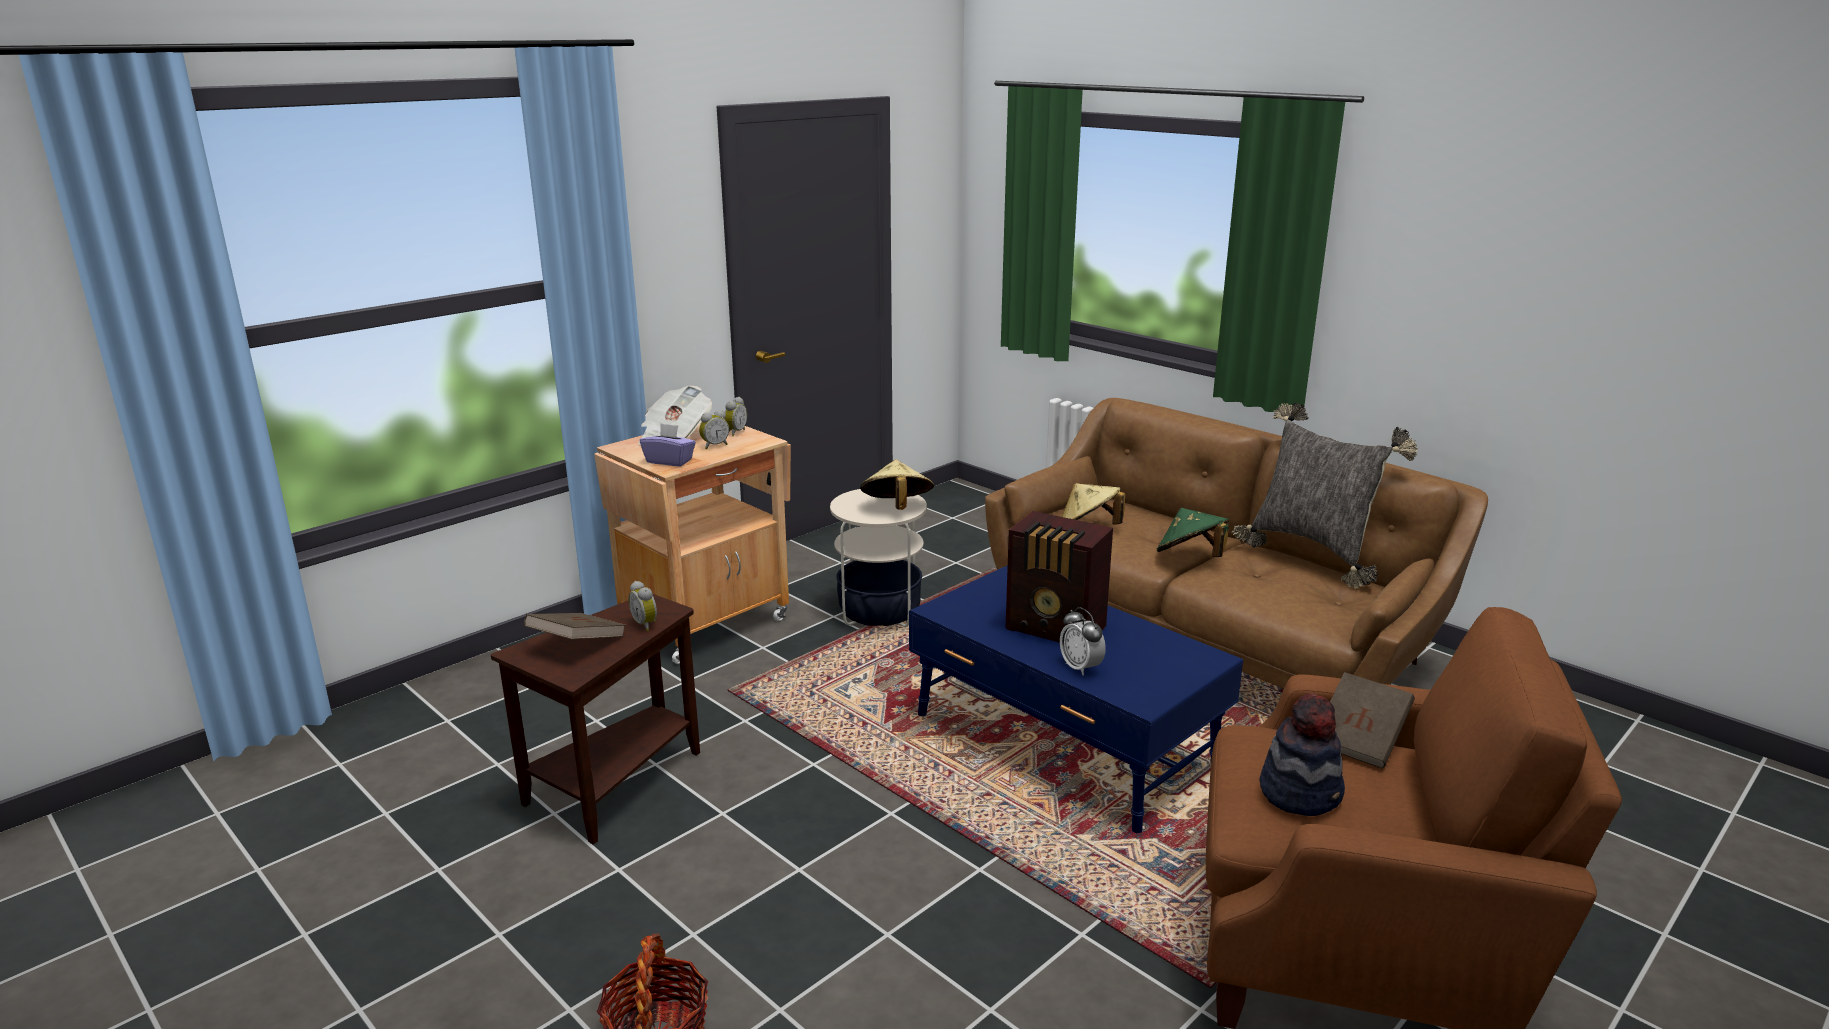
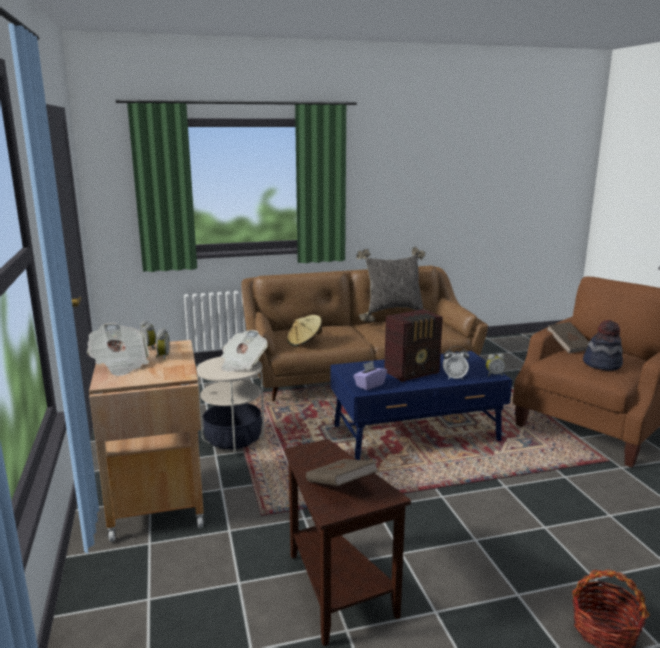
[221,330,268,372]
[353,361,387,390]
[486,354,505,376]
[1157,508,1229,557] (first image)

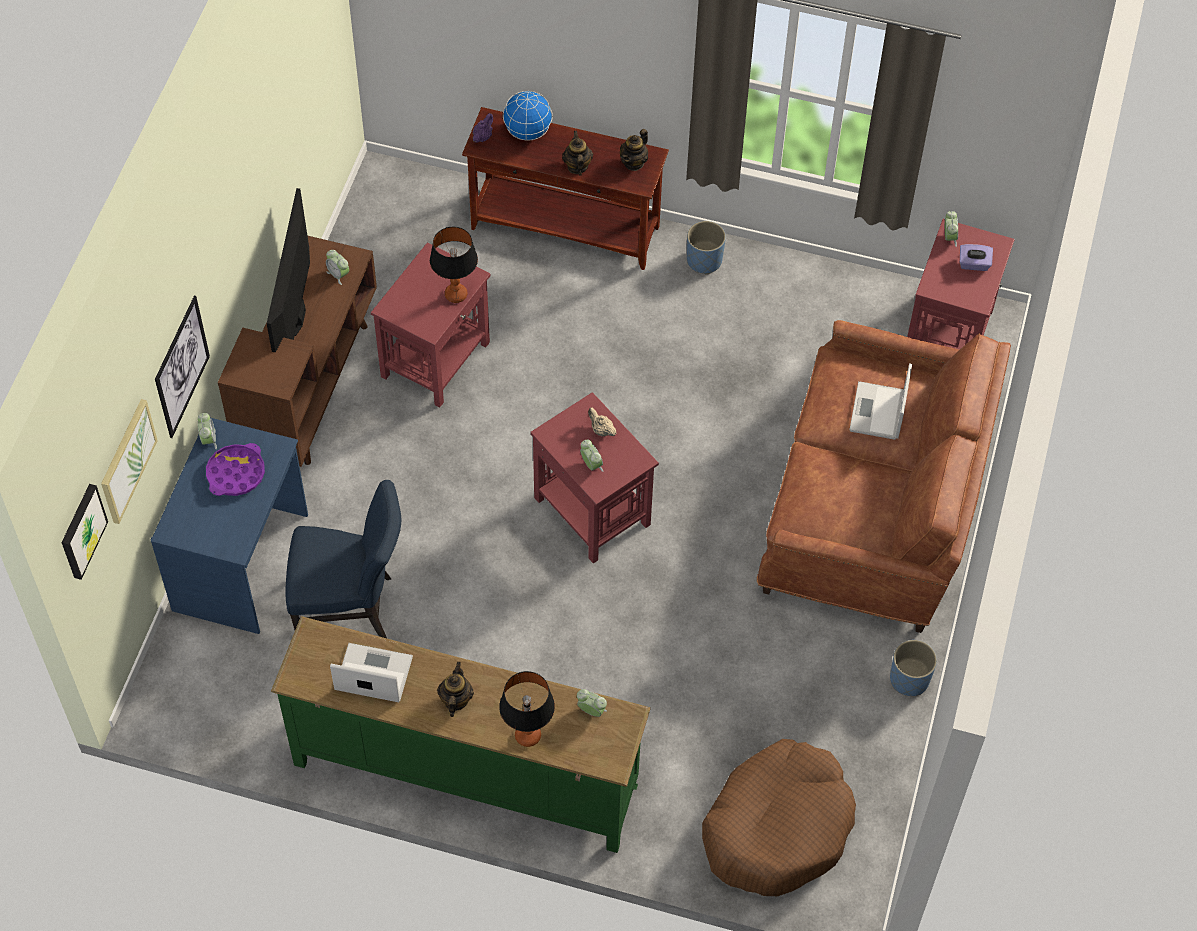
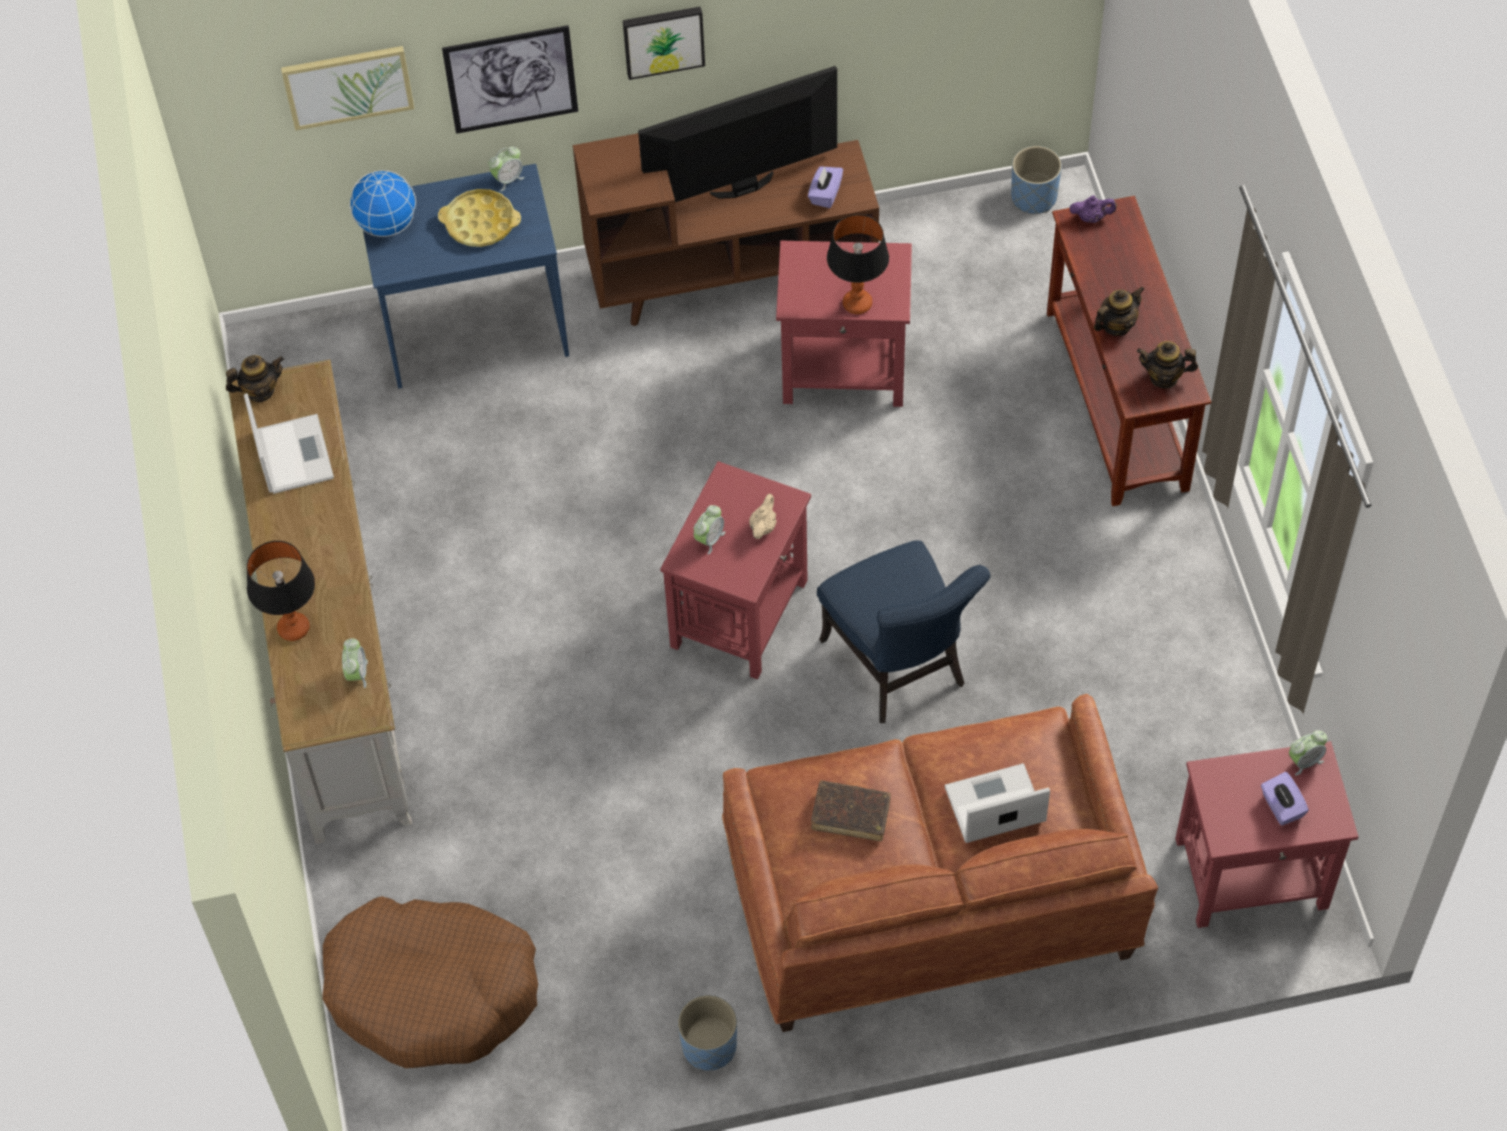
[226,355,284,402]
[229,359,412,844]
[349,170,416,237]
[438,189,521,247]
[623,6,705,80]
[808,166,843,208]
[811,780,891,841]
[817,540,991,723]
[1011,146,1062,214]

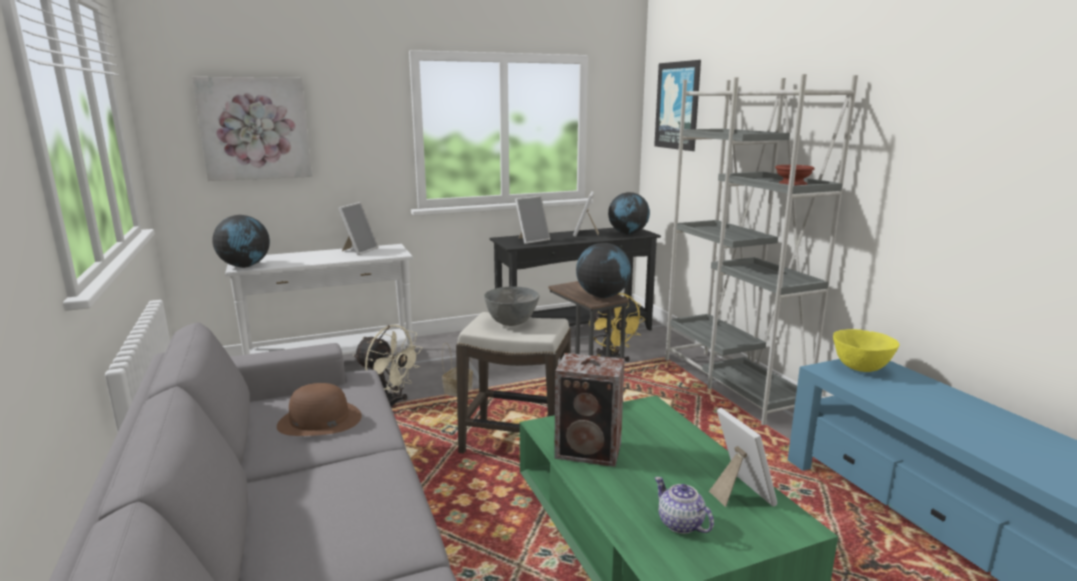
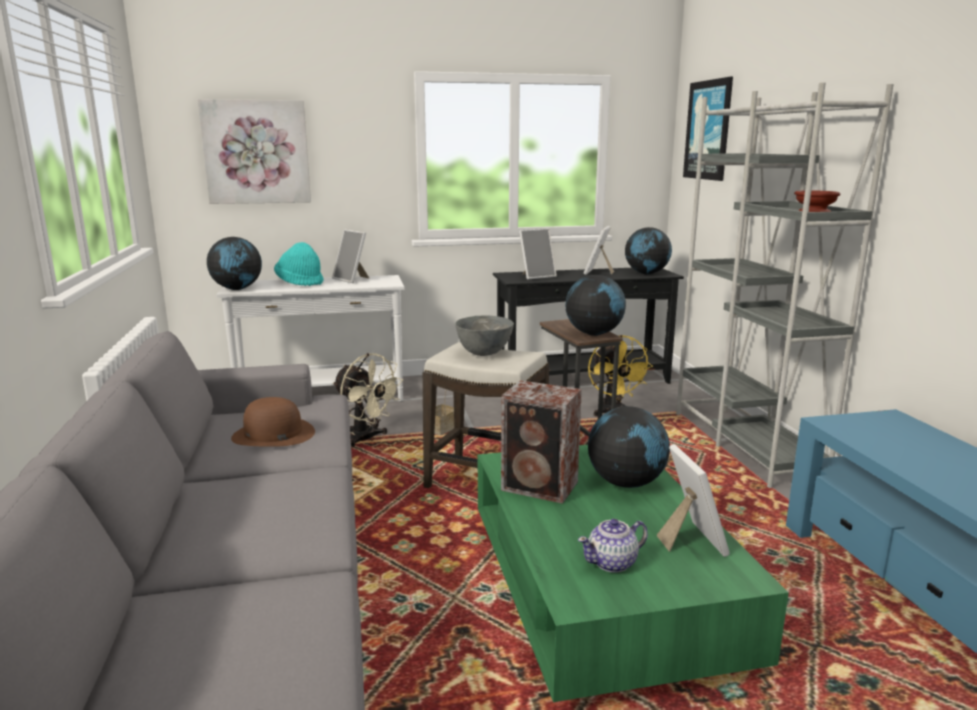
[274,242,323,286]
[332,229,369,283]
[578,519,648,573]
[588,406,670,488]
[833,329,900,372] (first image)

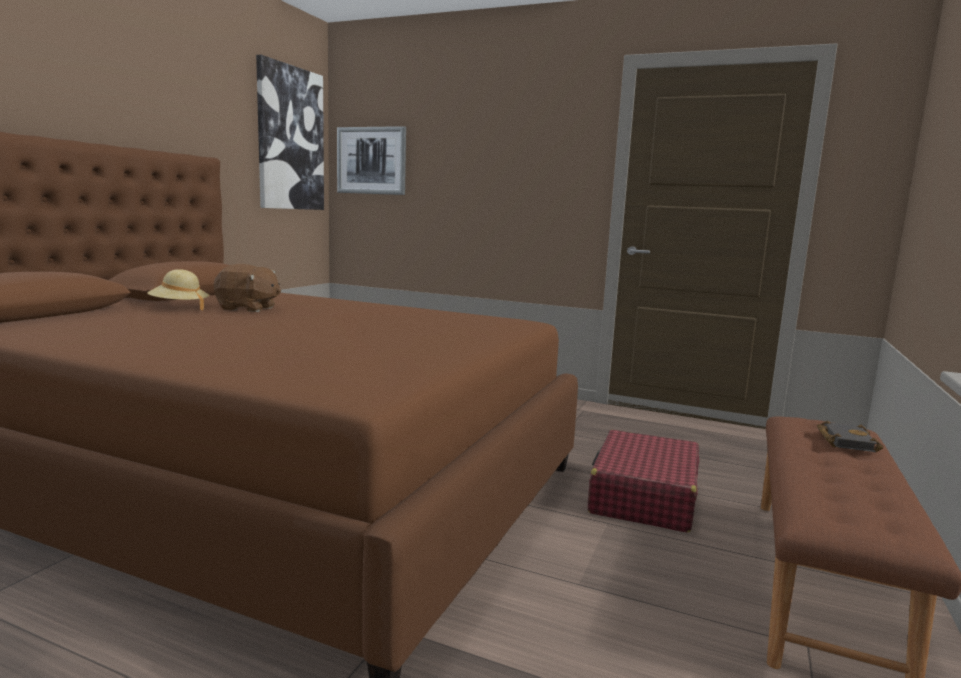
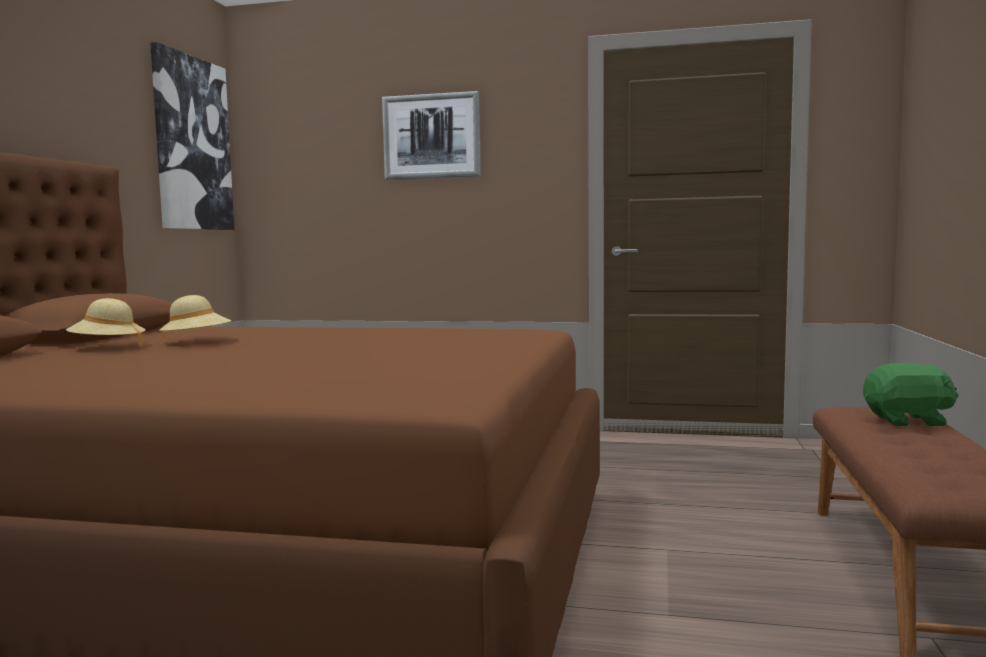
[160,295,231,343]
[382,91,481,180]
[863,363,958,426]
[588,430,699,533] (first image)

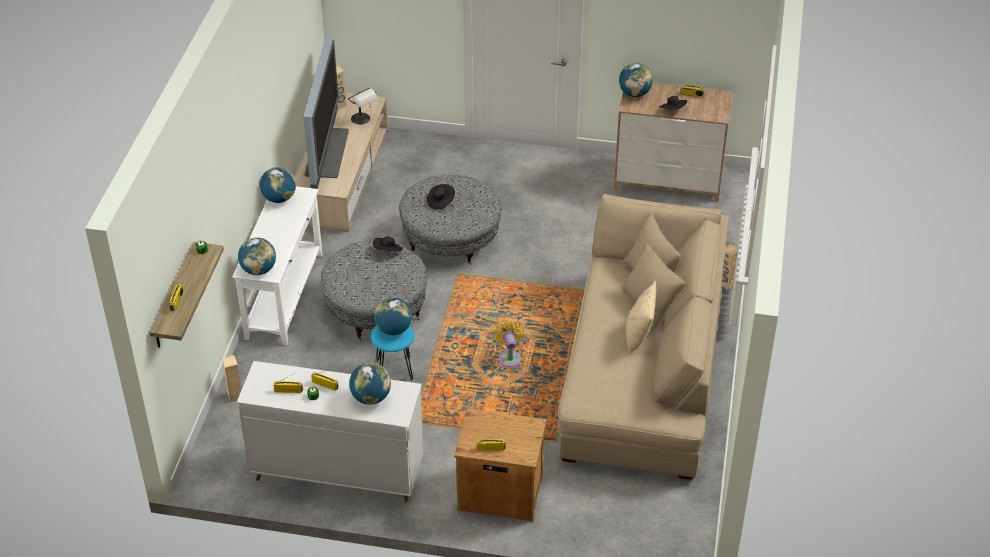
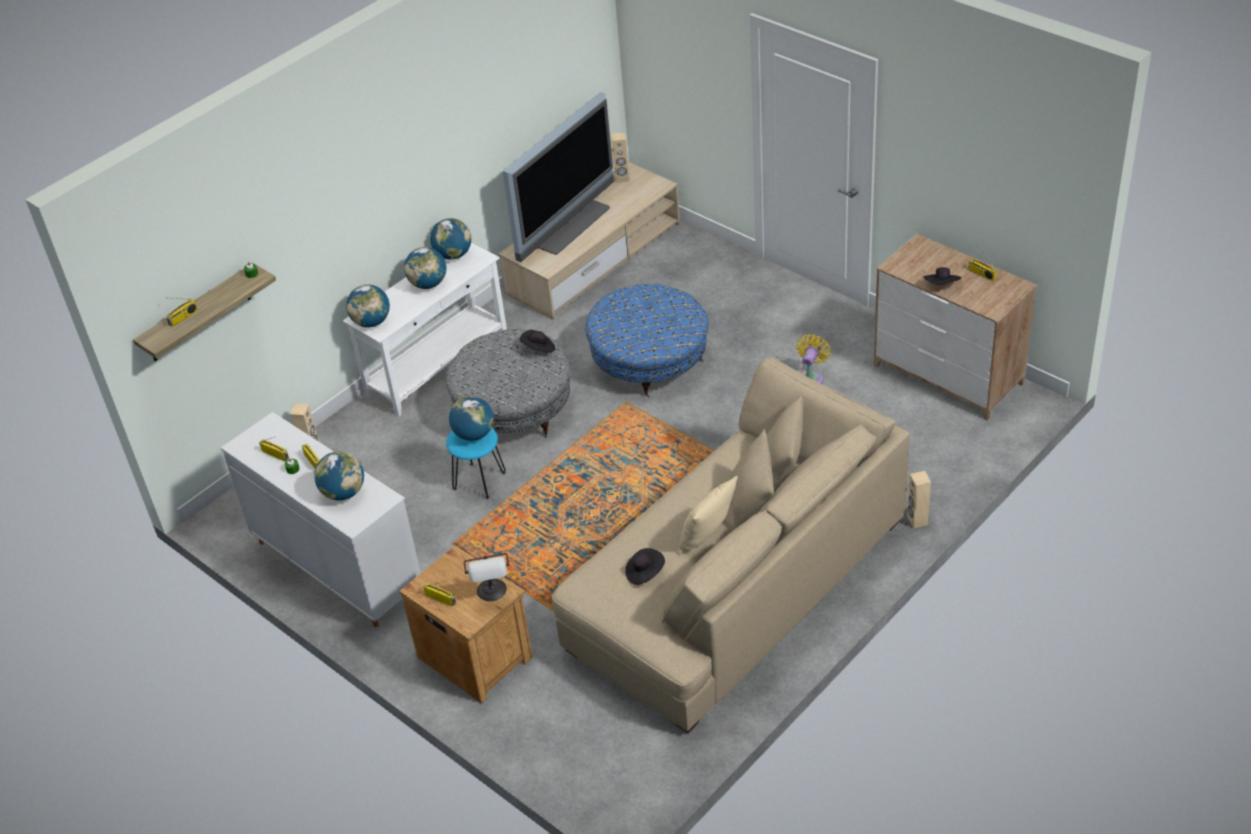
[404,247,446,289]
[464,553,510,601]
[585,284,708,397]
[625,548,665,585]
[796,334,831,384]

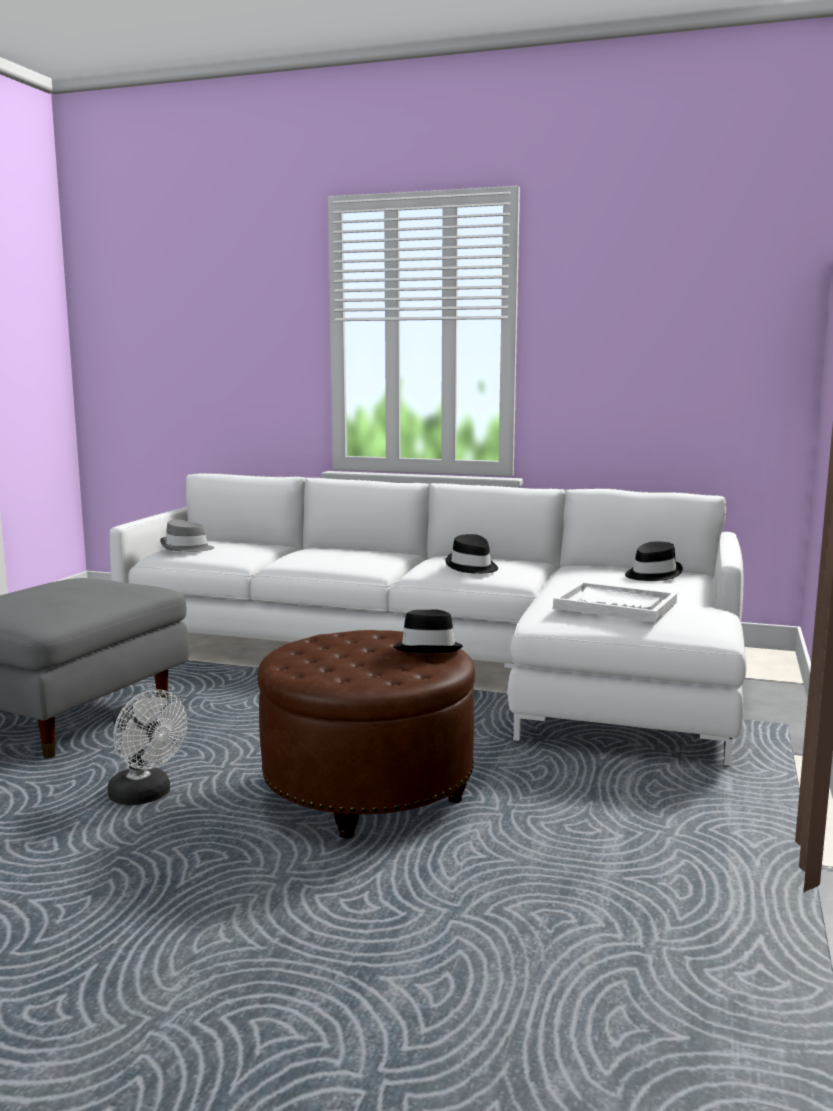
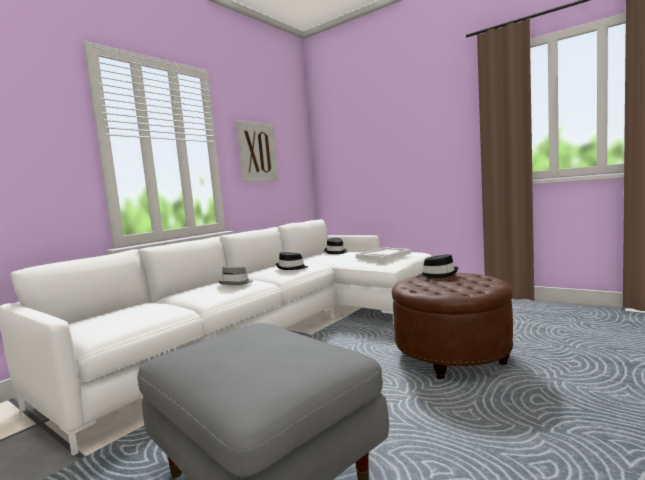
[218,266,253,285]
[236,120,278,182]
[107,689,187,805] (first image)

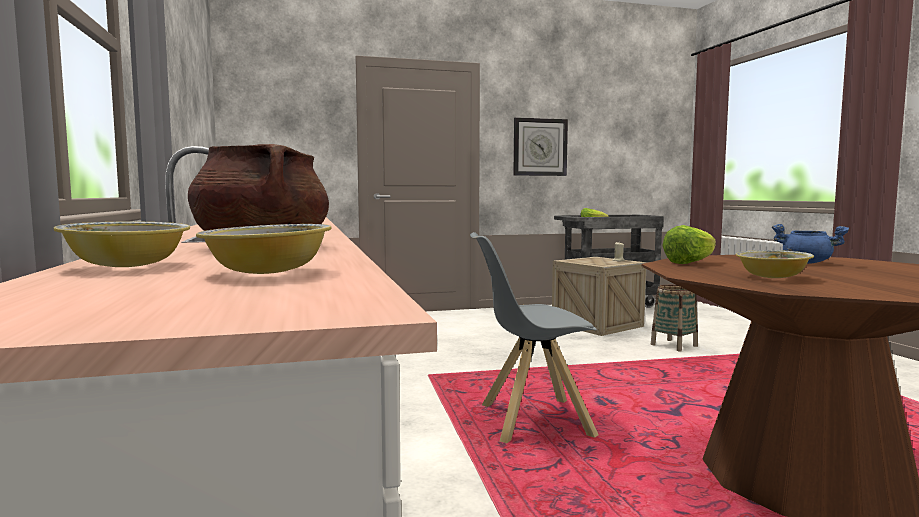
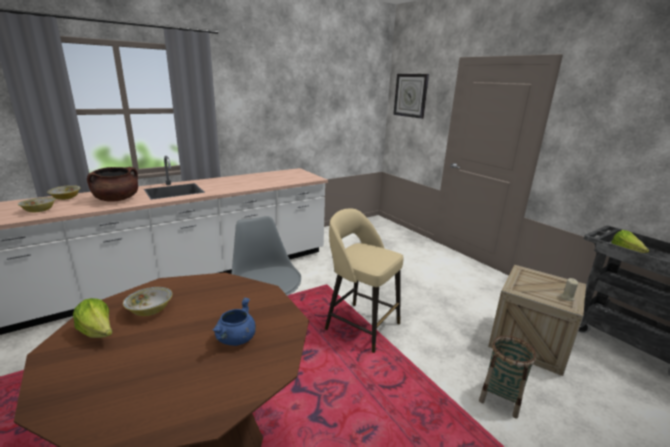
[73,298,113,338]
[325,208,404,353]
[393,74,429,119]

